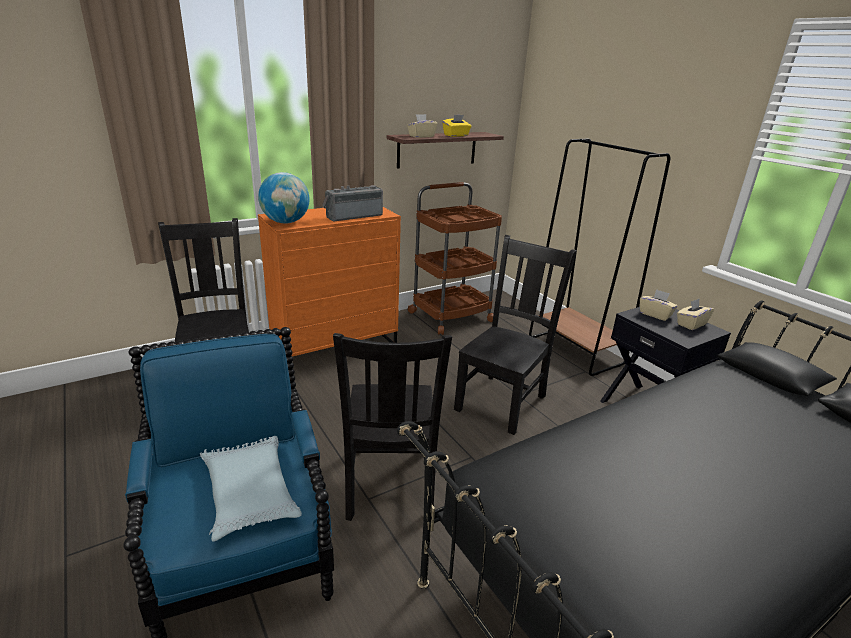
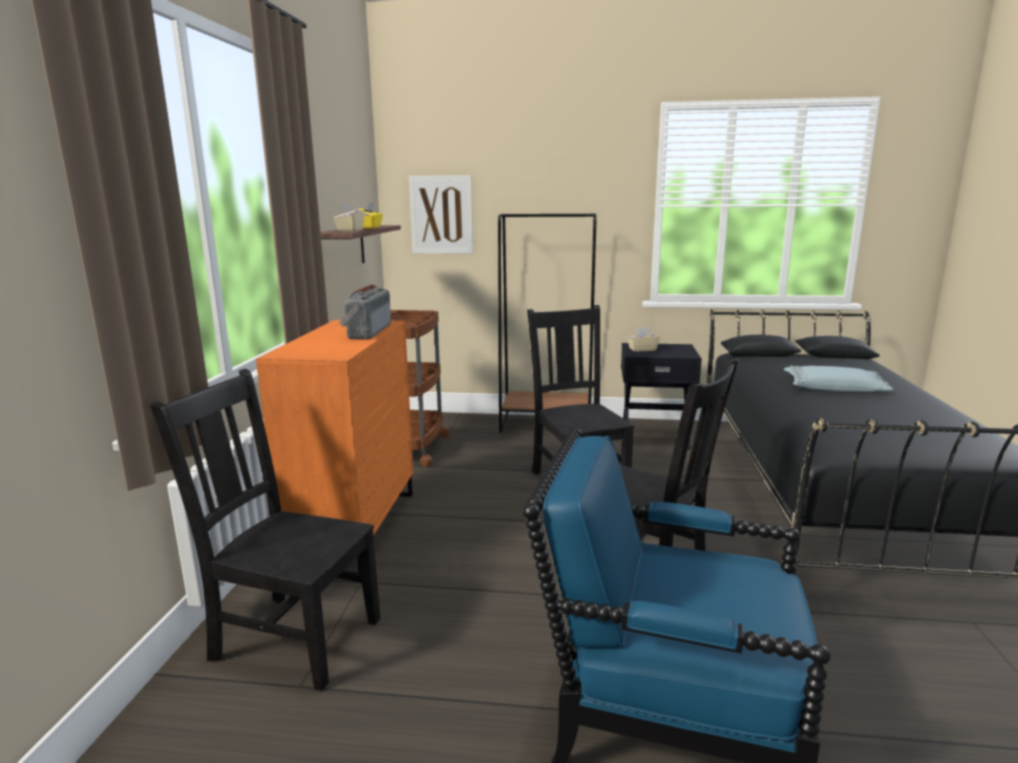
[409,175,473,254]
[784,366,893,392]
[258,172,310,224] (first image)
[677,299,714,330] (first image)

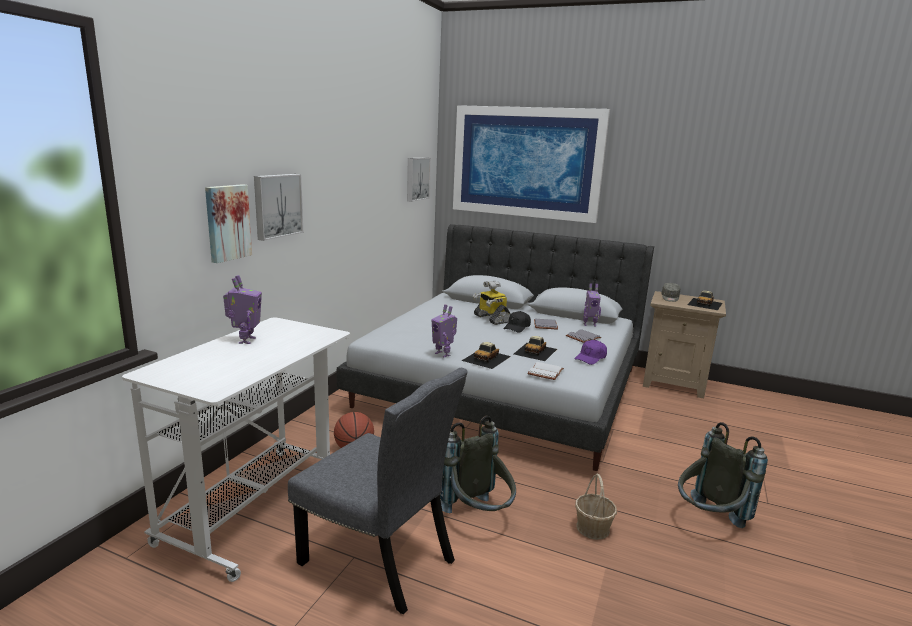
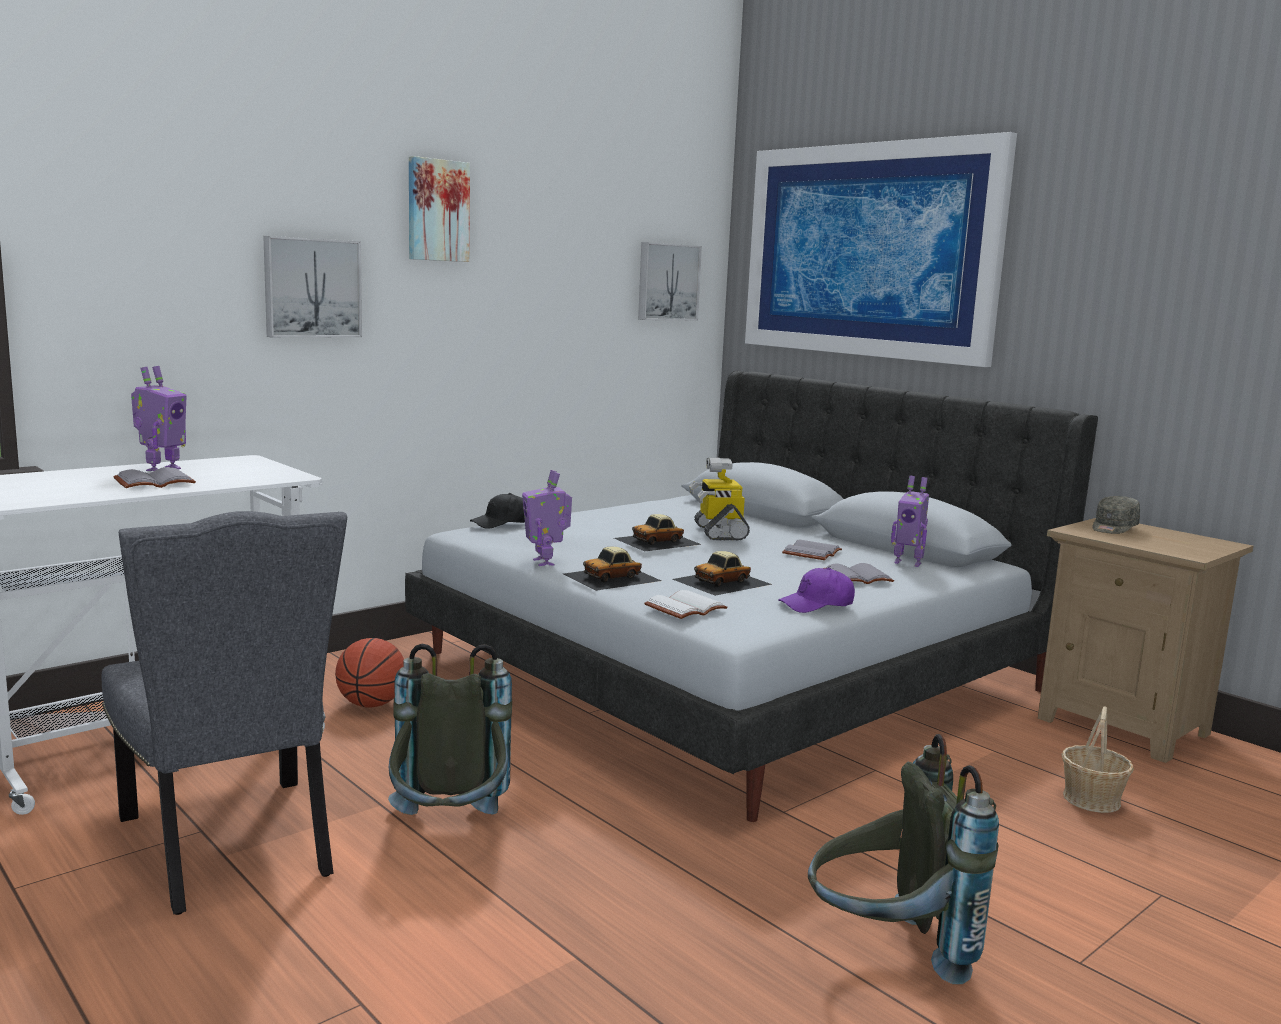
[113,467,196,488]
[409,156,470,262]
[470,493,525,529]
[614,514,702,551]
[1061,707,1134,813]

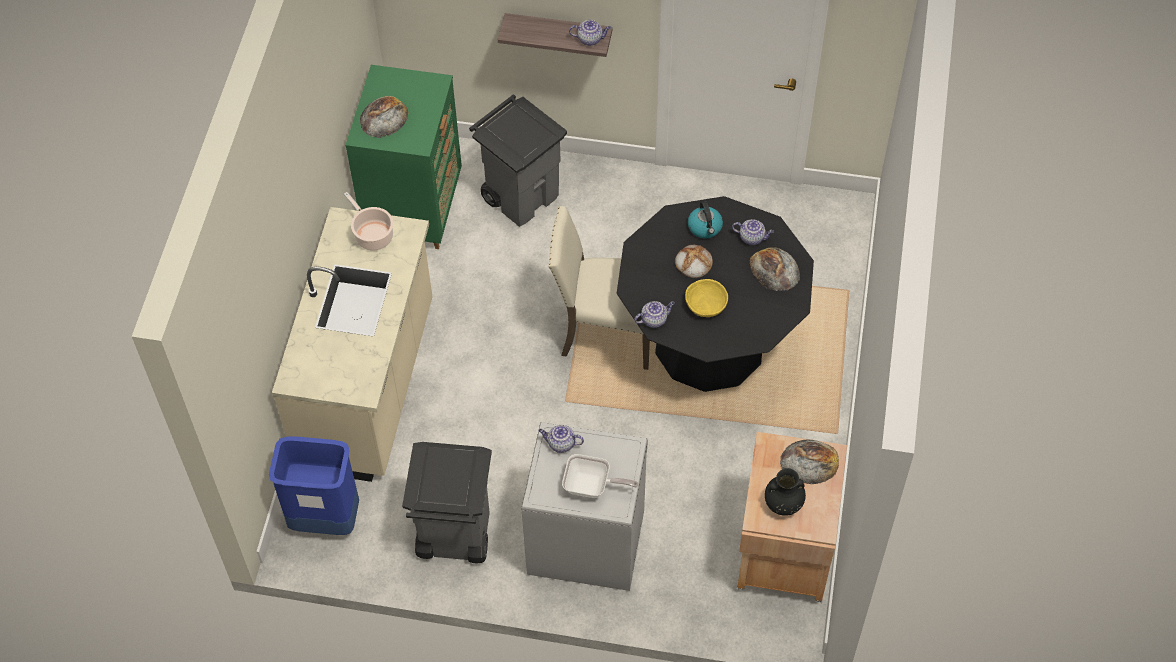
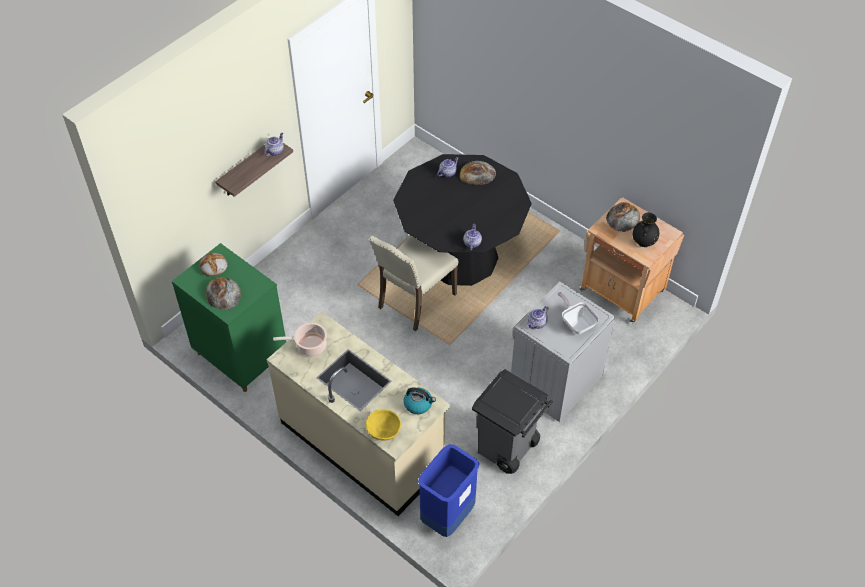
[200,253,228,276]
[366,409,401,441]
[403,387,436,414]
[558,292,599,334]
[469,94,567,227] (first image)

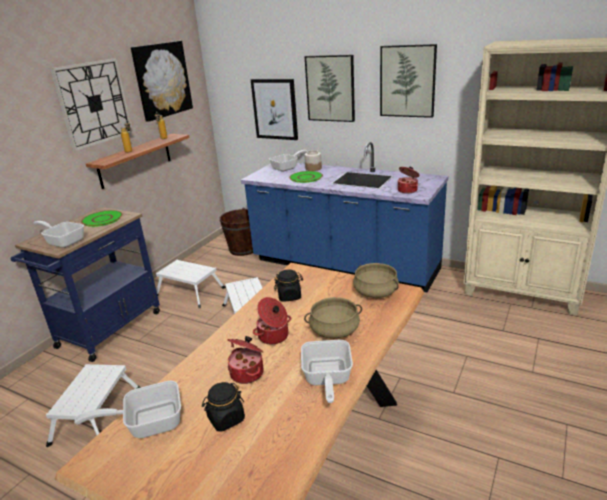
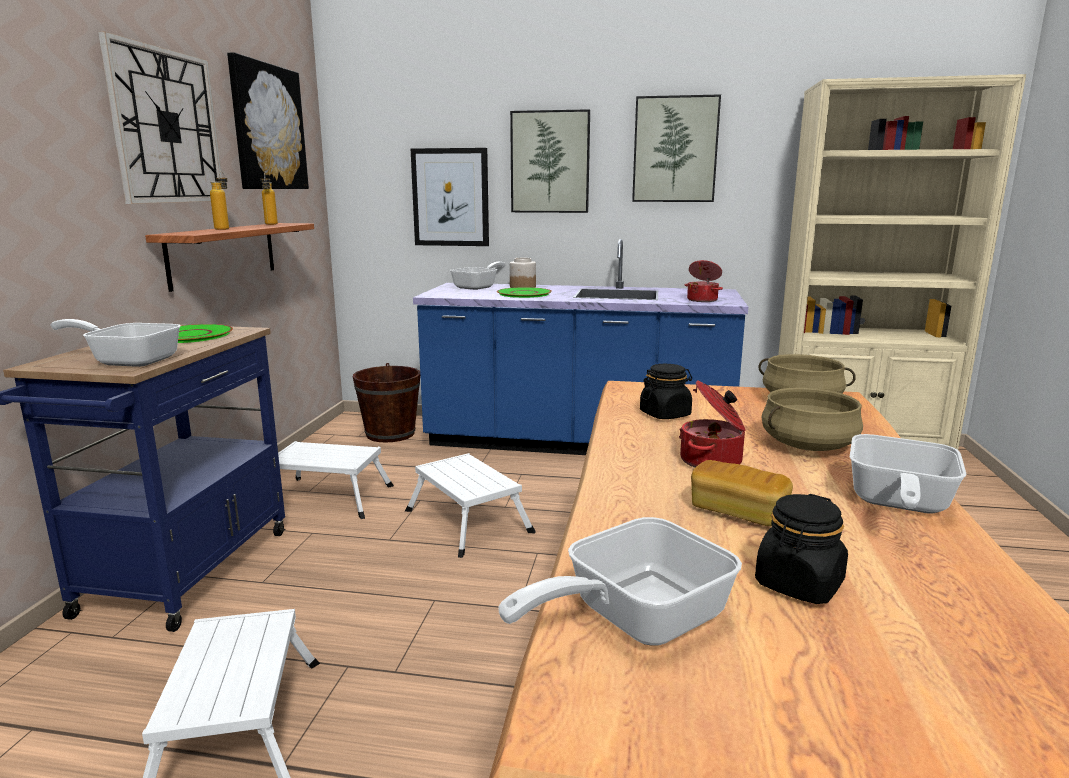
[691,460,793,526]
[850,434,966,514]

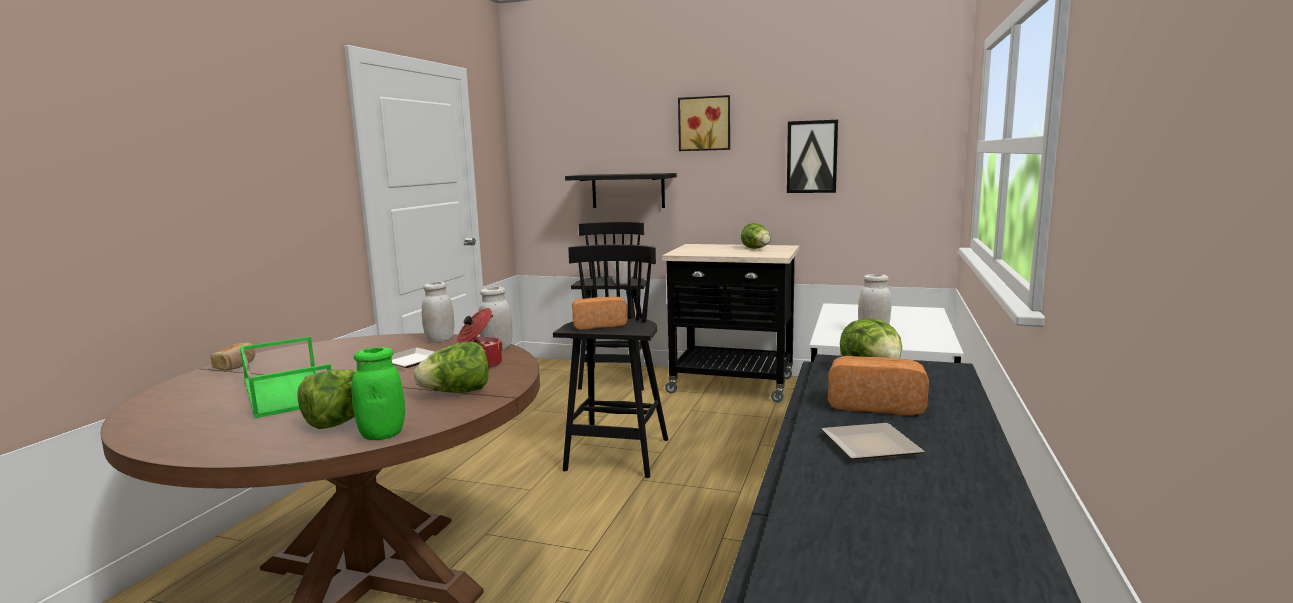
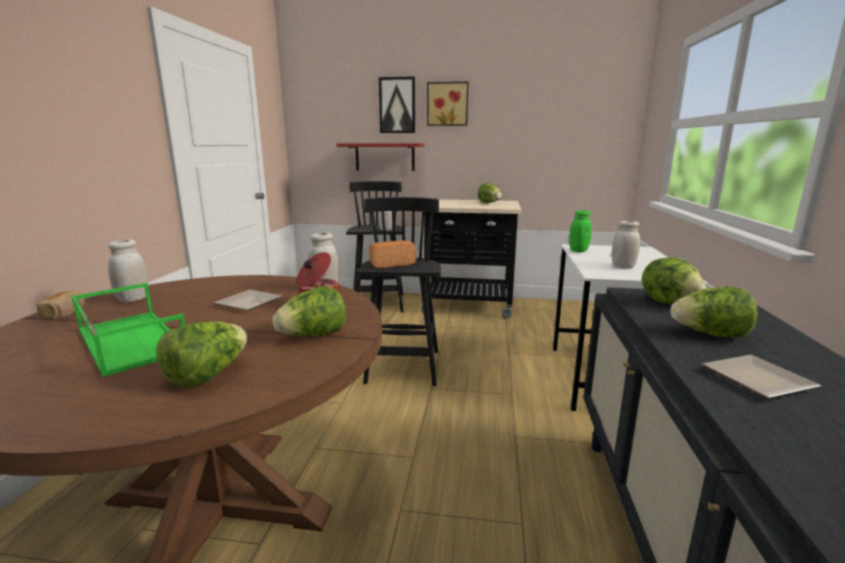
[108,239,149,303]
[336,143,424,171]
[379,76,415,133]
[569,210,591,252]
[670,286,758,338]

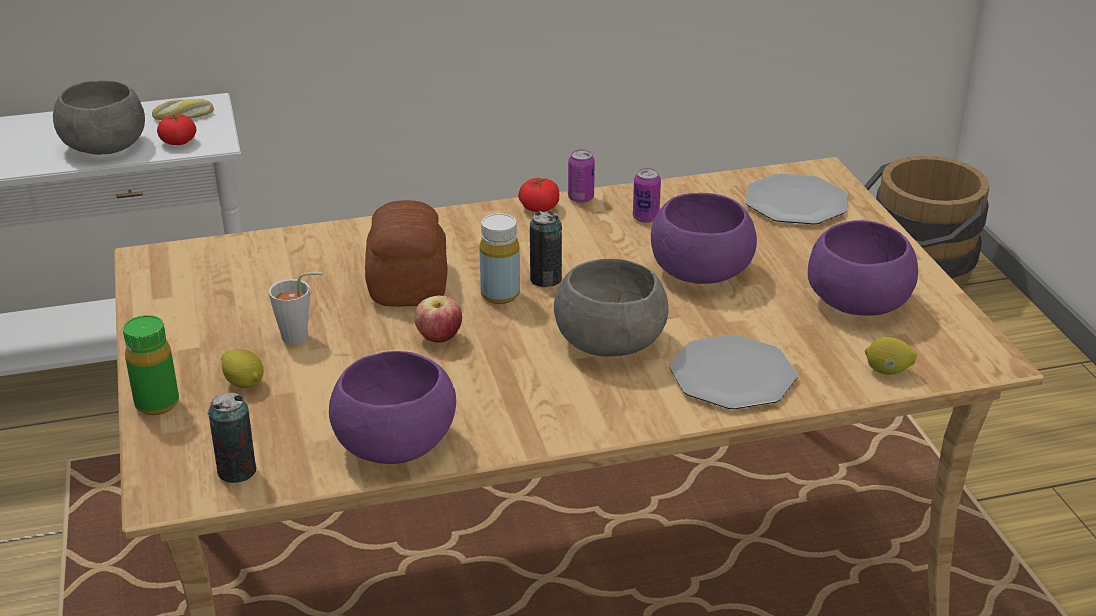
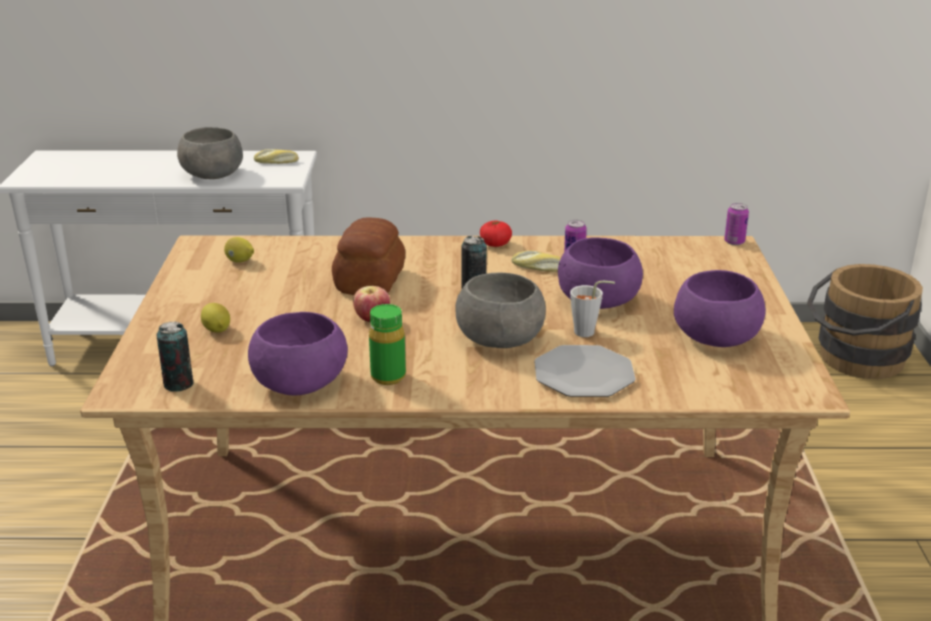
[224,237,254,263]
[369,304,406,385]
[511,250,561,272]
[570,281,615,337]
[724,203,749,245]
[157,114,196,145] (first image)
[479,213,520,304] (first image)
[746,173,847,224] (first image)

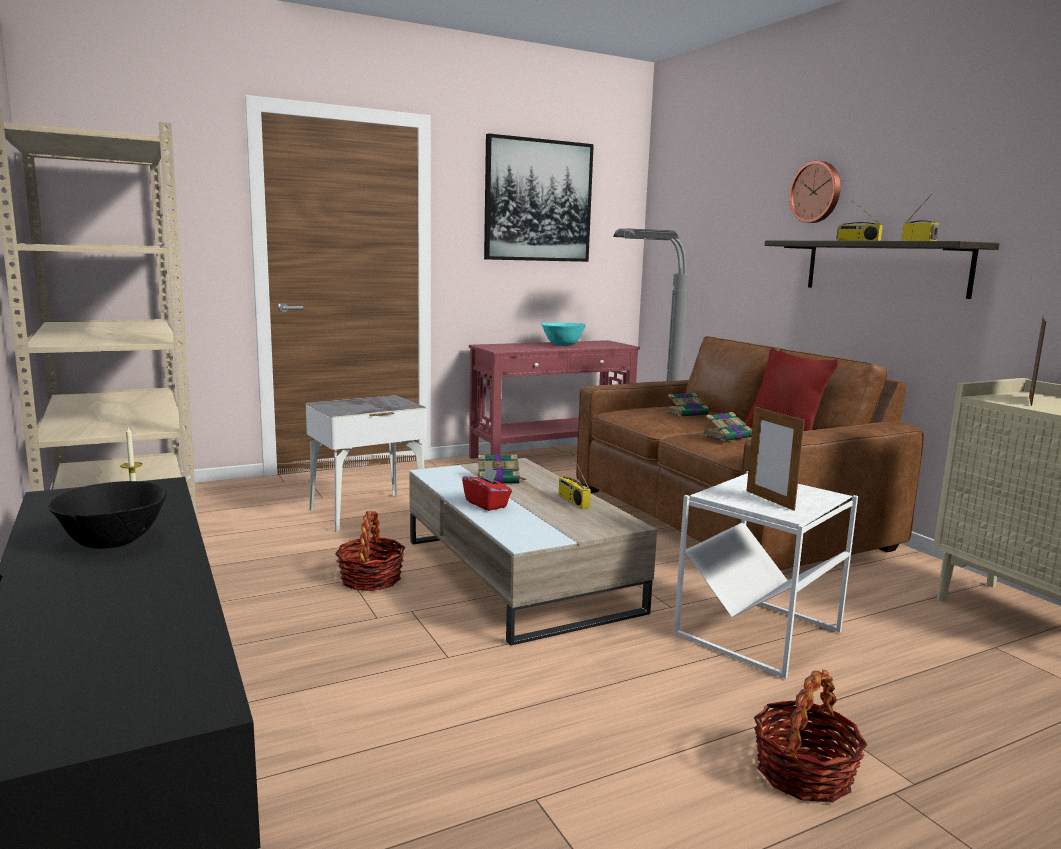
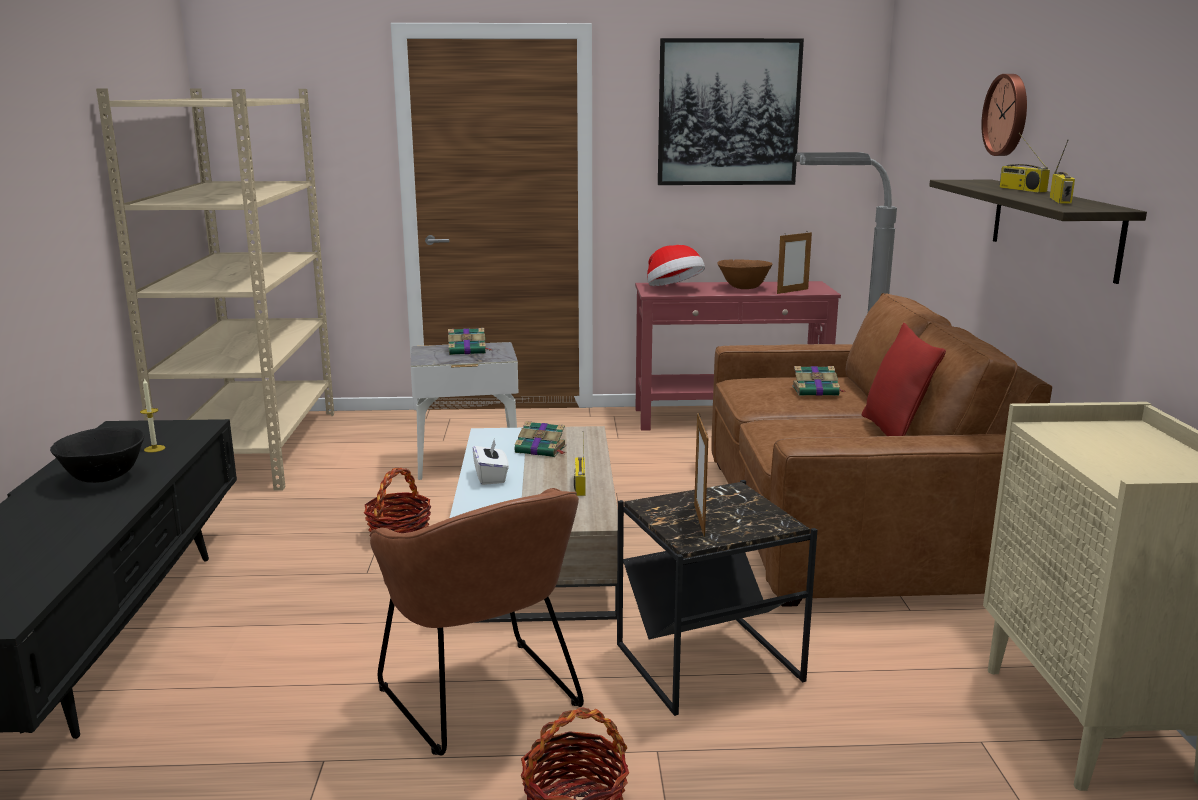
[370,488,584,756]
[448,328,491,355]
[472,440,509,485]
[617,480,817,716]
[647,245,705,286]
[717,259,773,289]
[777,231,812,294]

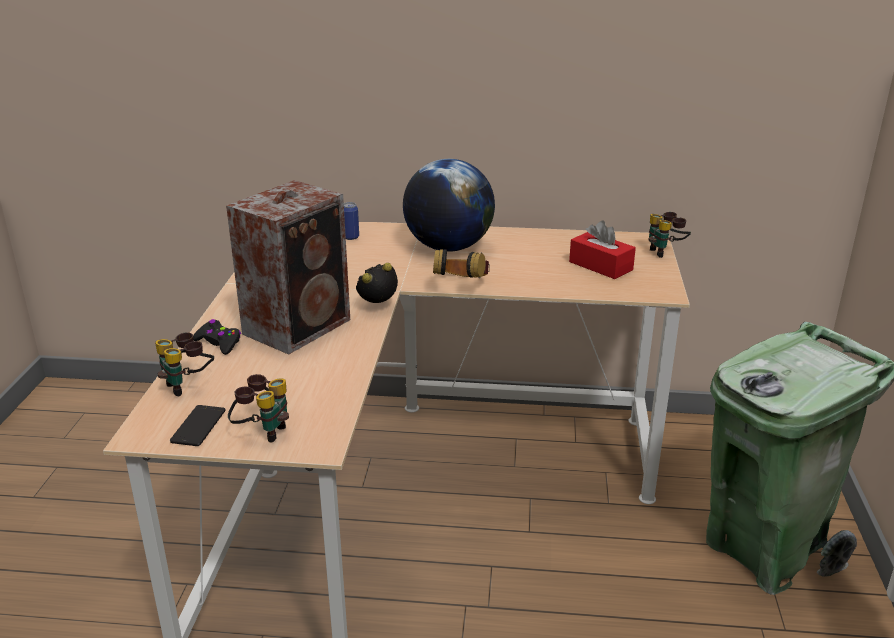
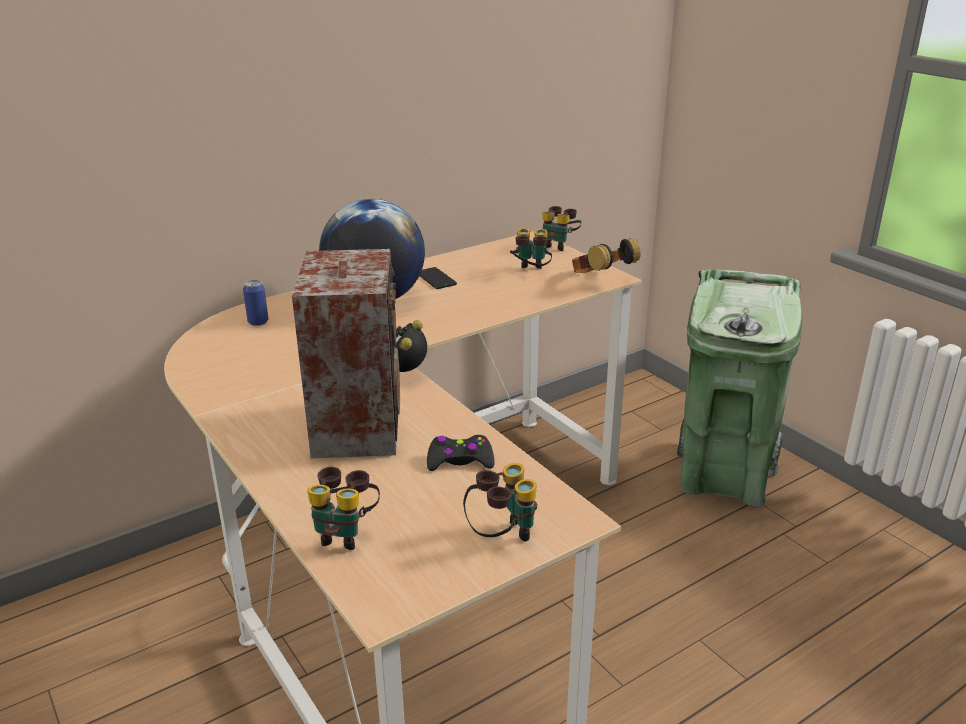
[420,267,457,289]
[427,435,495,471]
[510,228,552,269]
[572,238,641,273]

